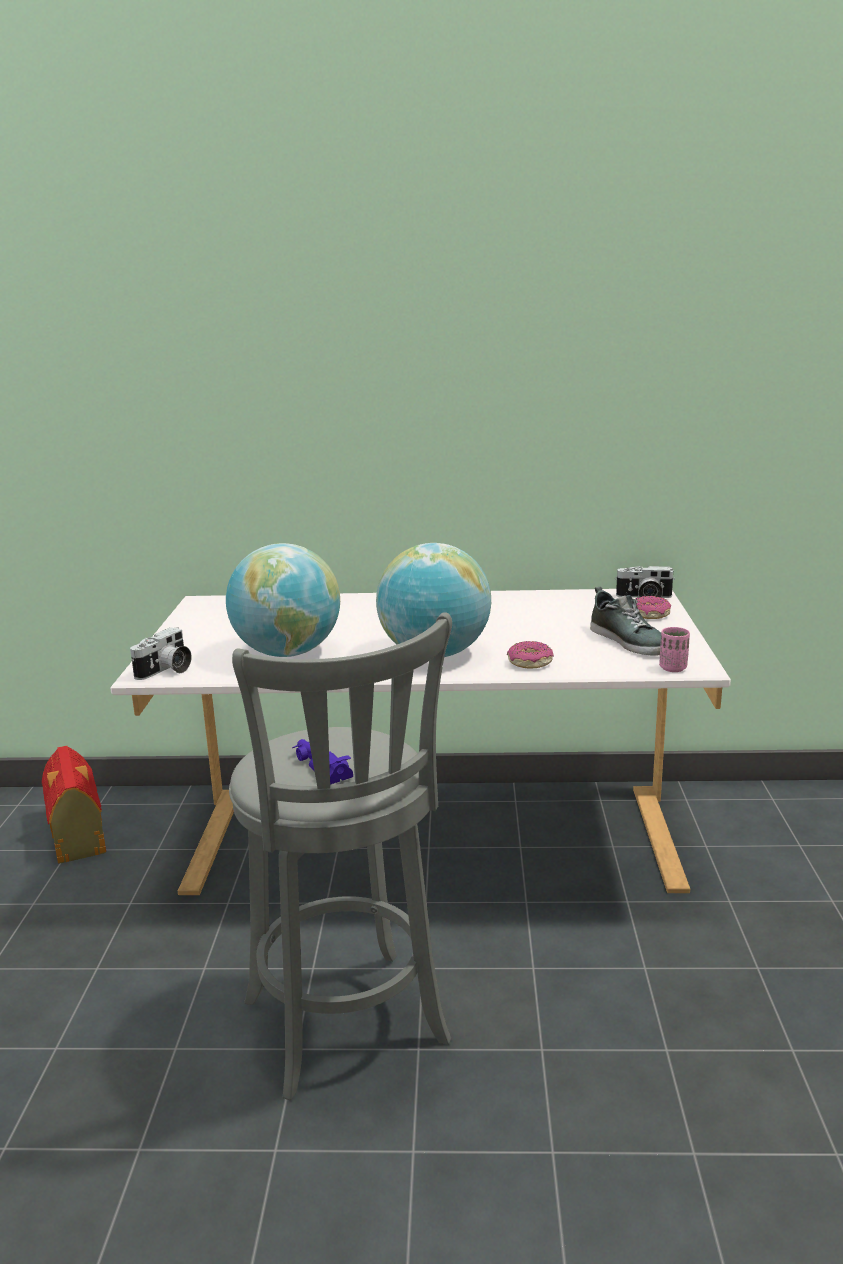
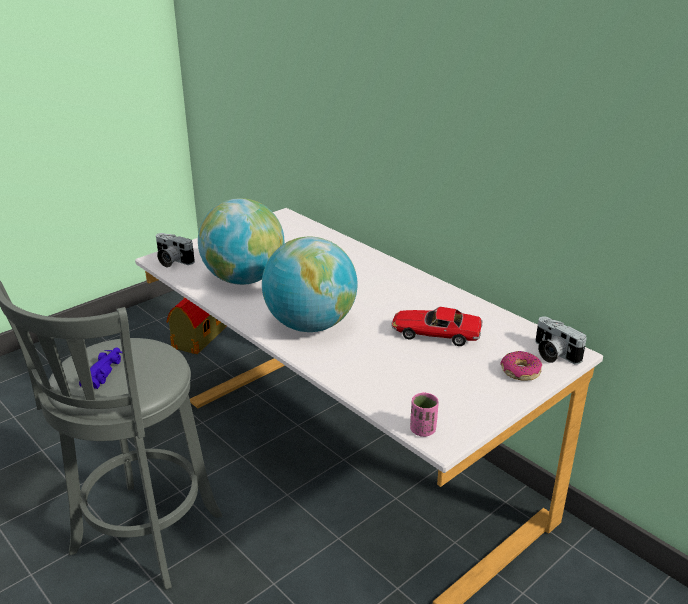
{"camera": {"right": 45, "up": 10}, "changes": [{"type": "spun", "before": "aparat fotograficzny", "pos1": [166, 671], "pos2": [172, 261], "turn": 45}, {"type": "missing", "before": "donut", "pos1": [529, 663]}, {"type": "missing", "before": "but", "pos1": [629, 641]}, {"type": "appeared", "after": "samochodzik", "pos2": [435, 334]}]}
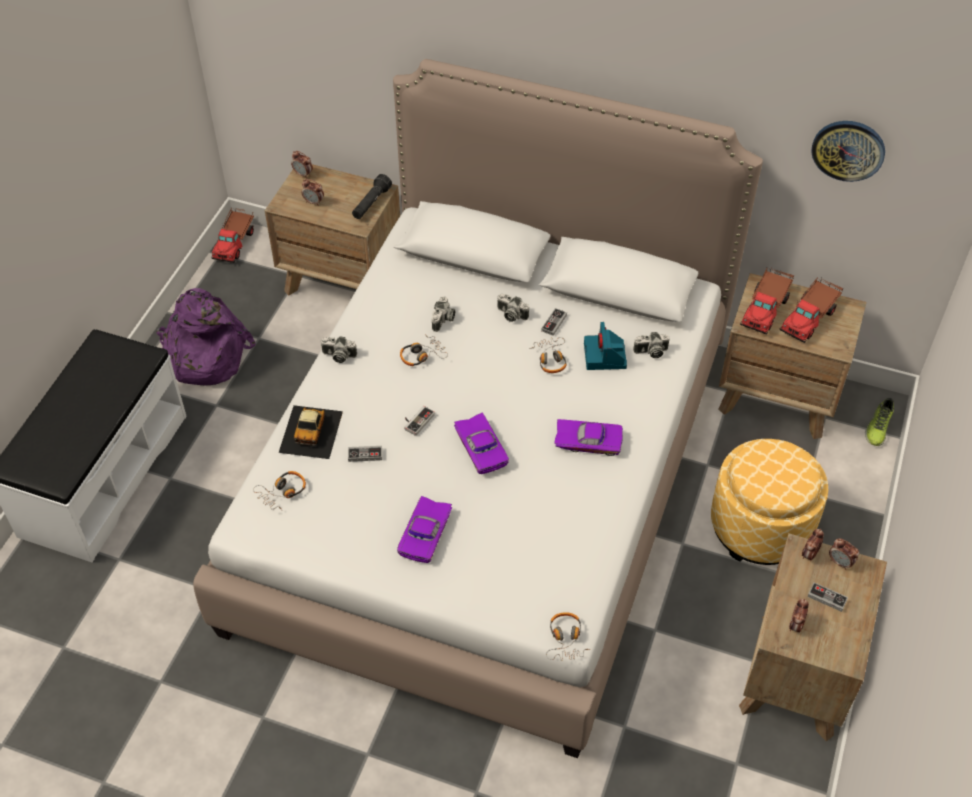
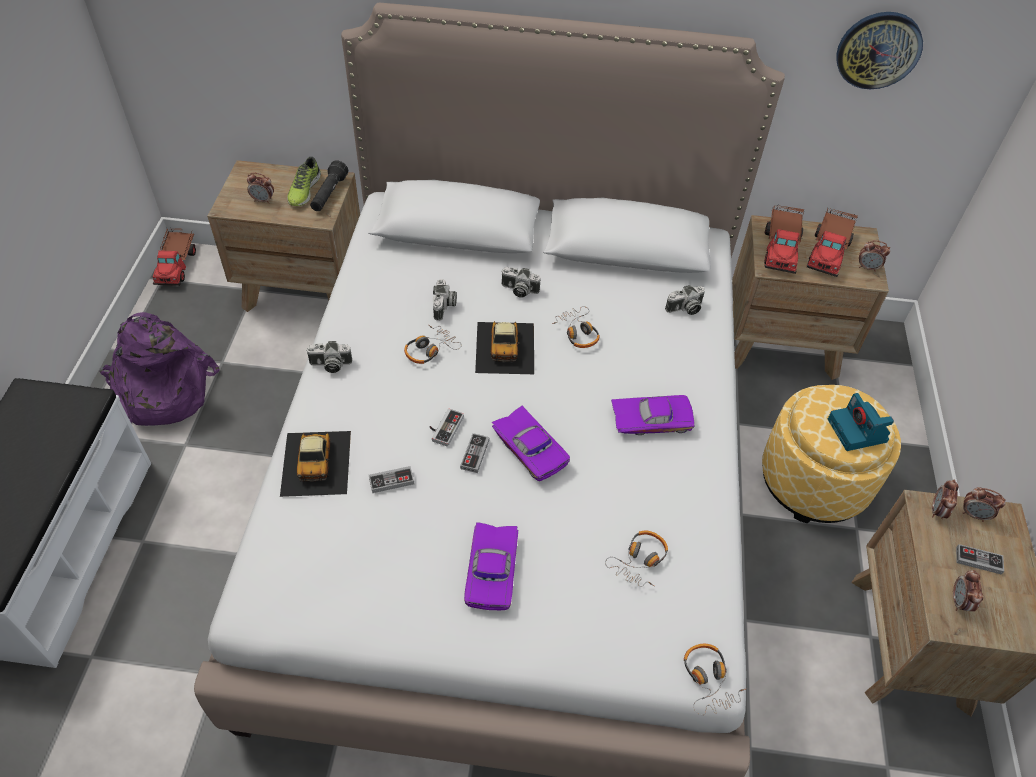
{"camera": {"right": -15, "up": 0}, "changes": [{"type": "relocated", "before": "słuchawki", "pos1": [282, 493], "pos2": [639, 561]}, {"type": "relocated", "before": "budzik", "pos1": [303, 174], "pos2": [867, 267]}, {"type": "relocated", "before": "pad do gier", "pos1": [554, 323], "pos2": [475, 454]}, {"type": "relocated", "before": "aparat fotograficzny", "pos1": [605, 356], "pos2": [858, 431]}, {"type": "relocated", "before": "but", "pos1": [878, 427], "pos2": [304, 190]}, {"type": "appeared", "after": "samochodzik", "pos2": [505, 347]}]}
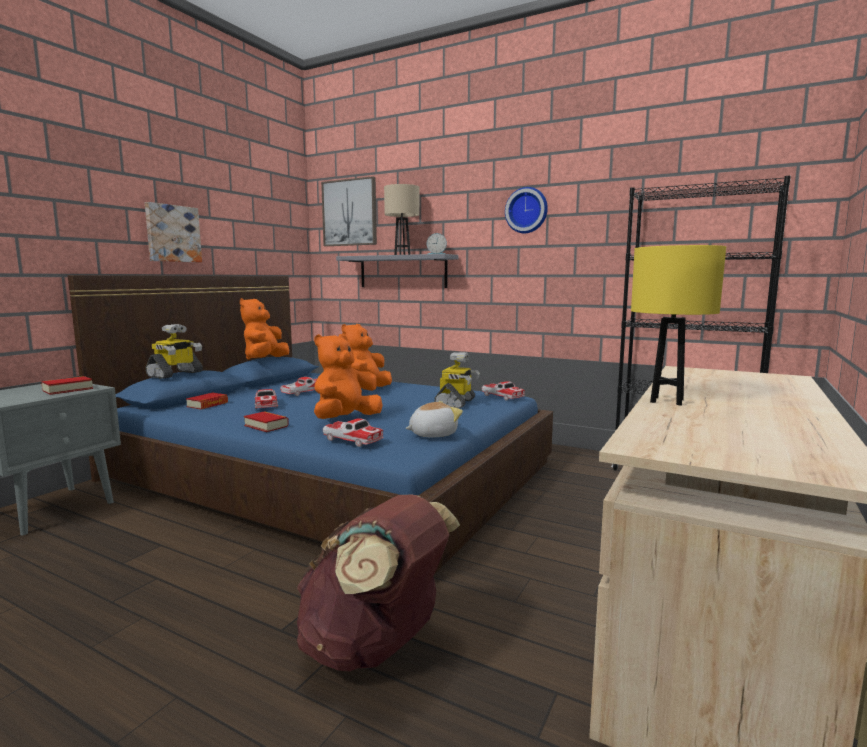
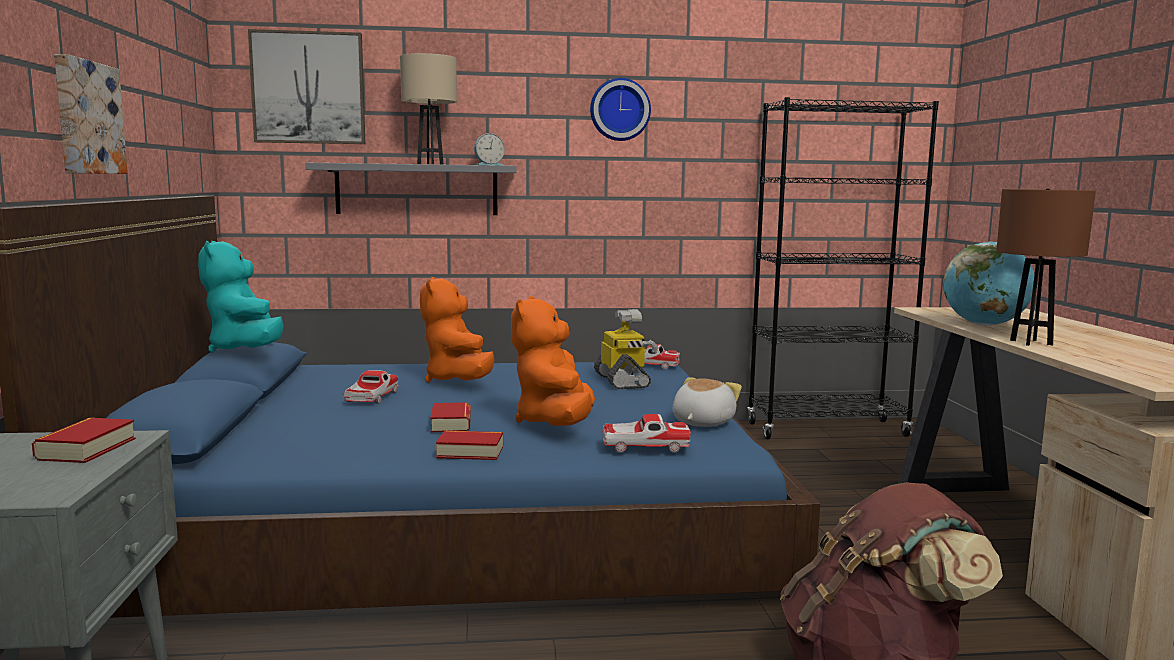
{"camera": {"right": -35, "up": 0}, "changes": [{"type": "missing", "before": "robot zabawkowy", "pos1": [175, 374]}, {"type": "relocated", "before": "książka", "pos1": [207, 405], "pos2": [451, 424]}, {"type": "colour", "before": "pluszak (pomarańczowy)", "after": "pluszak (turkusowy)", "pos1": [265, 360], "pos2": [246, 350]}, {"type": "missing", "before": "samochodzik", "pos1": [266, 405]}, {"type": "colour", "before": "lampa stołowa (żółty)", "after": "lampa stołowa (brązowy)", "pos1": [667, 401], "pos2": [1031, 342]}, {"type": "appeared", "after": "globus", "pos2": [985, 325]}]}
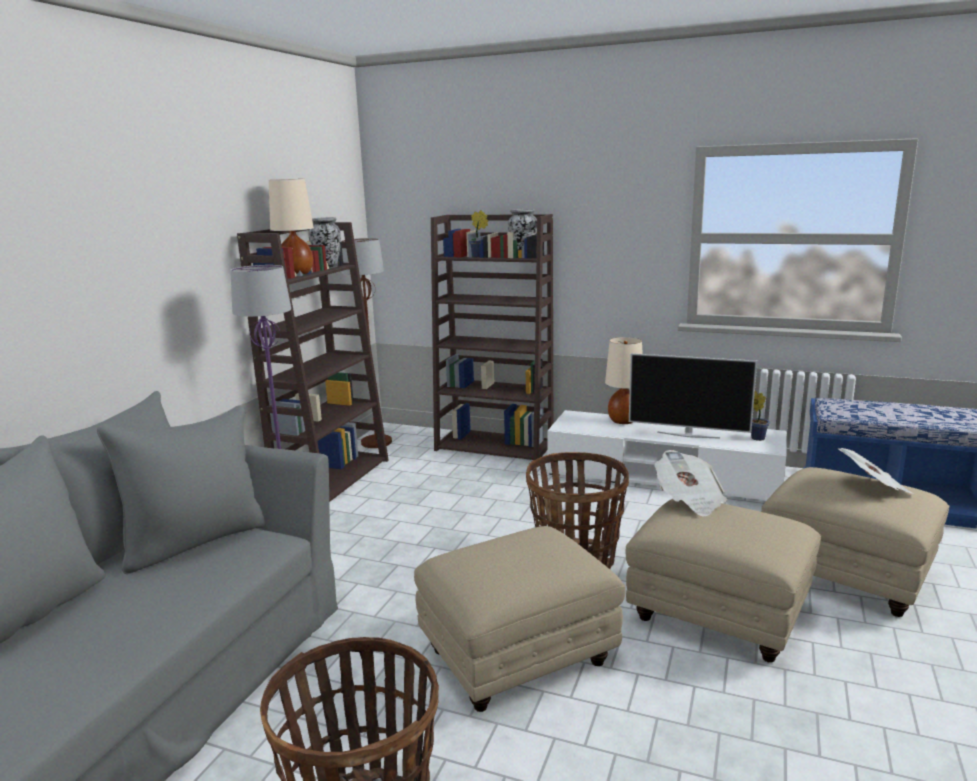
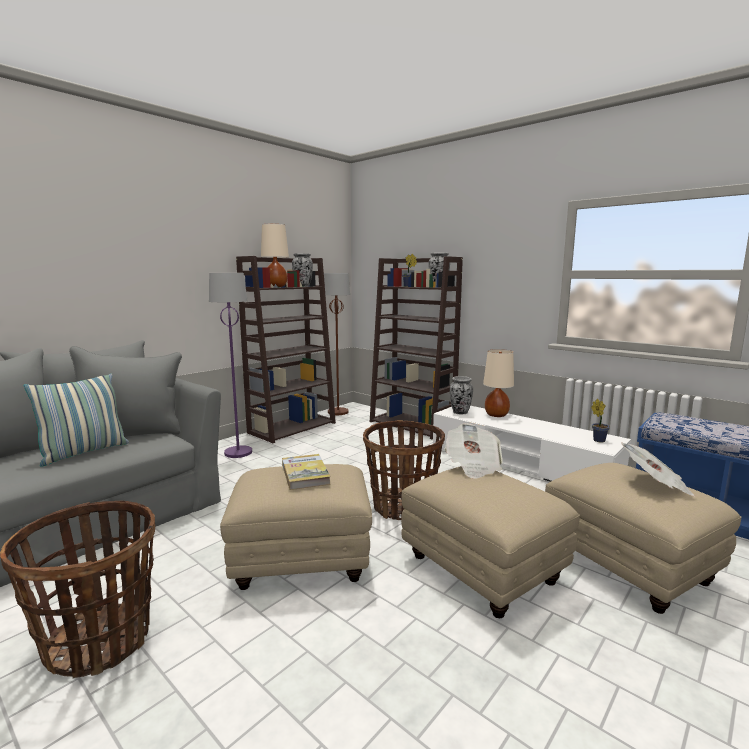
{"camera": {"right": 20, "up": -5}, "changes": [{"type": "missing", "before": "telewizor", "pos1": [688, 435]}, {"type": "appeared", "after": "poduszka", "pos2": [84, 452]}, {"type": "appeared", "after": "książka", "pos2": [305, 474]}, {"type": "appeared", "after": "wazon", "pos2": [460, 412]}]}
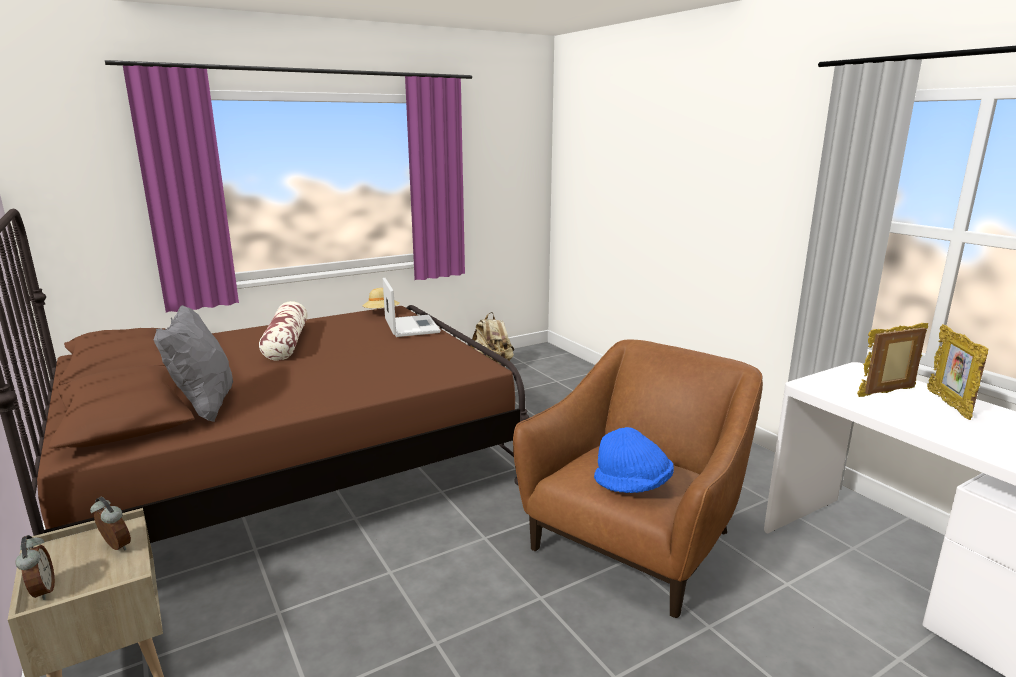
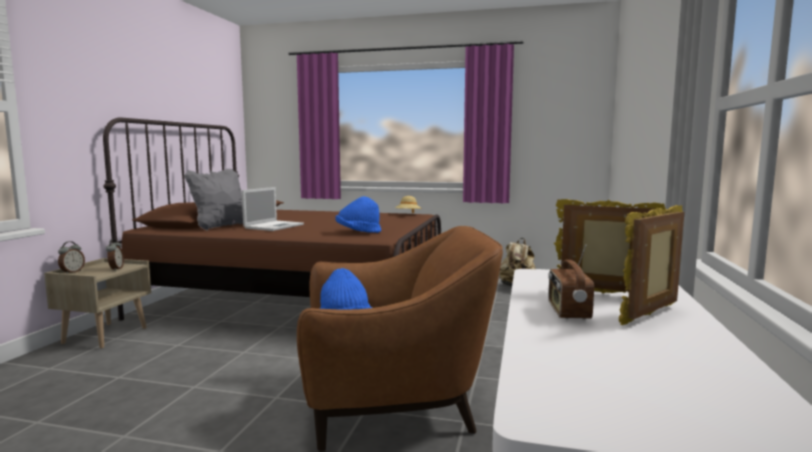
{"camera": {"right": 45, "up": -10}, "changes": [{"type": "missing", "before": "poduszka", "pos1": [286, 343]}, {"type": "relocated", "before": "laptop", "pos1": [411, 326], "pos2": [274, 226]}, {"type": "appeared", "after": "kapelusz (niebieski)", "pos2": [358, 232]}, {"type": "appeared", "after": "radio", "pos2": [567, 312]}]}
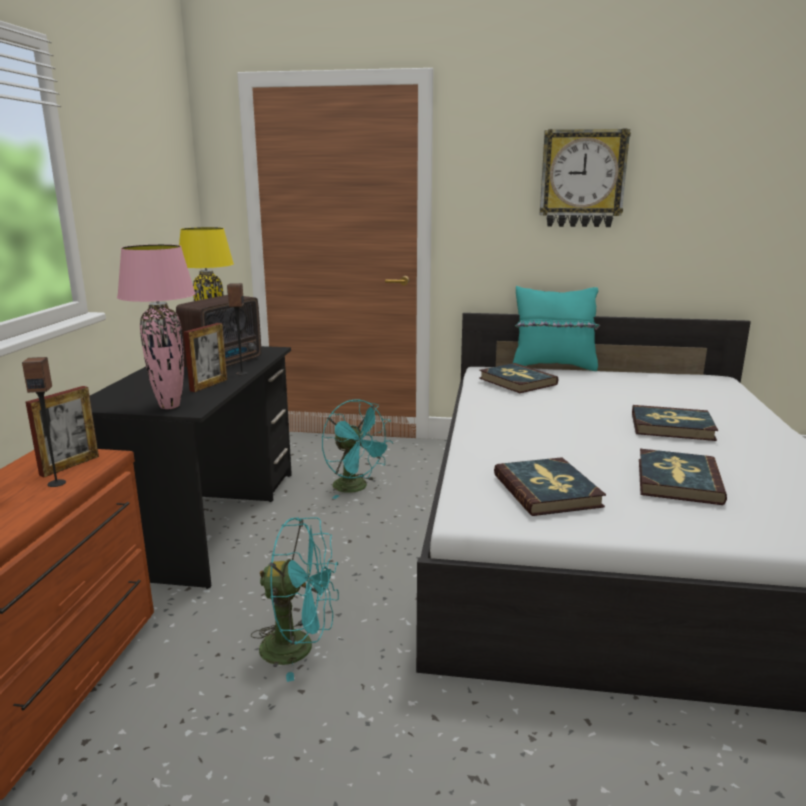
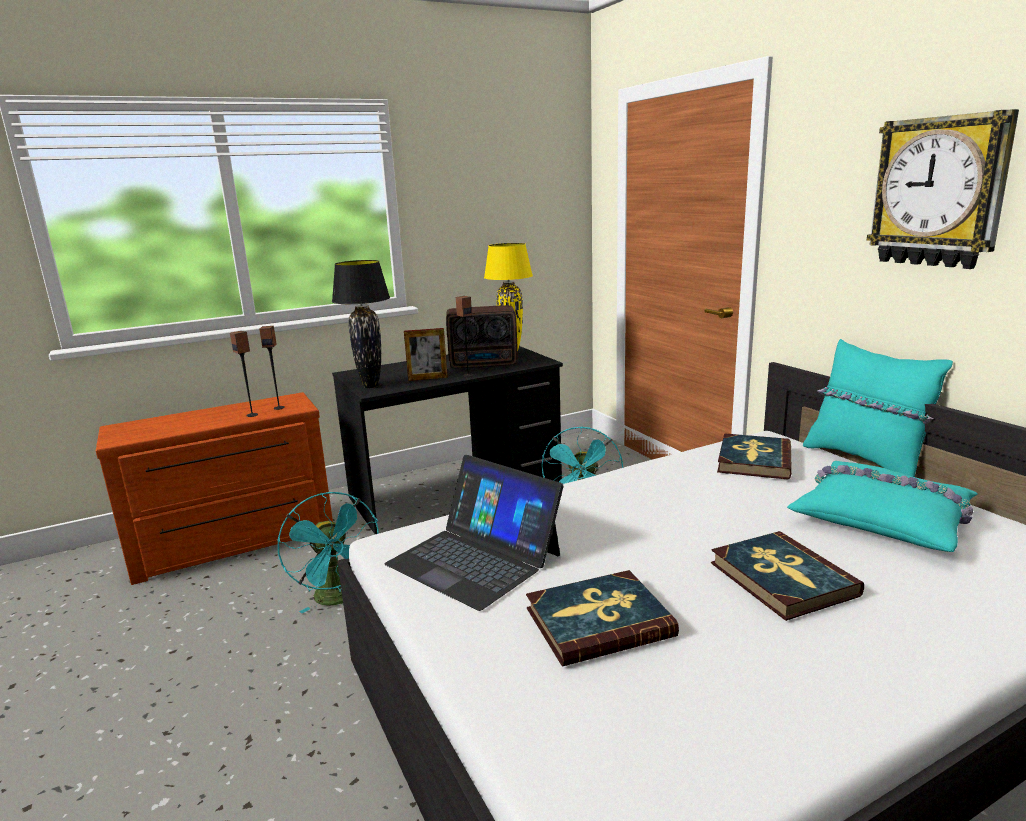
{"camera": {"right": 55, "up": 0}, "changes": [{"type": "exchanged", "before": "ramka na zdjęcie", "after": "głośnik", "pos1": [70, 465], "pos2": [279, 407]}, {"type": "colour", "before": "lampa stołowa (różowy)", "after": "lampa stołowa (czarny)", "pos1": [169, 406], "pos2": [371, 386]}, {"type": "exchanged", "before": "książka", "after": "laptop", "pos1": [547, 490], "pos2": [475, 559]}, {"type": "appeared", "after": "poduszka (turkusowy)", "pos2": [883, 518]}]}
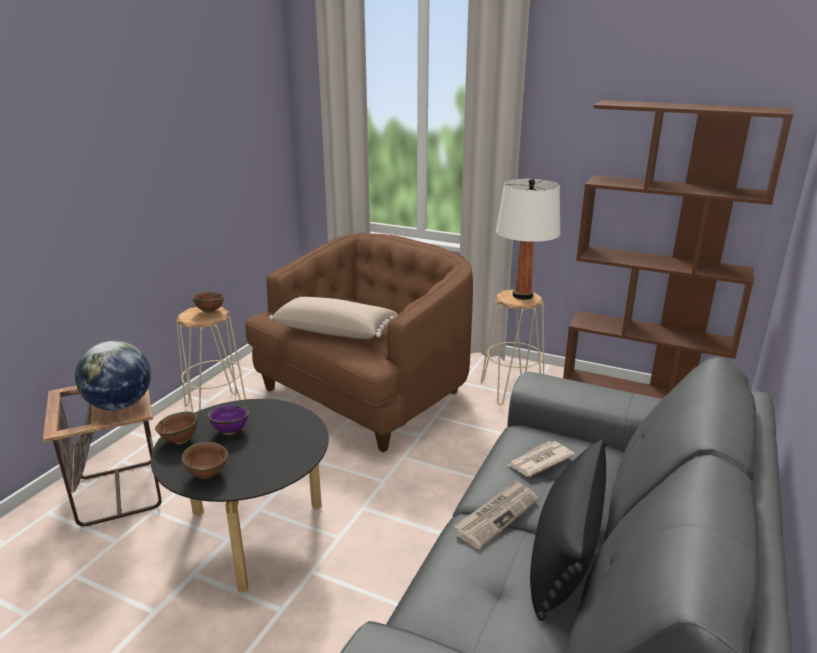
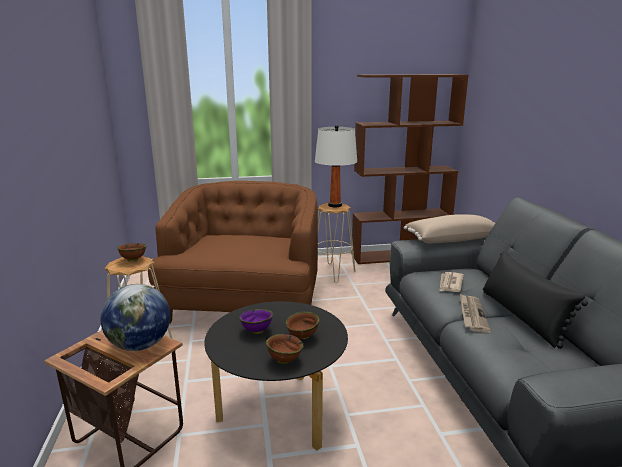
{"camera": {"right": -35, "up": -5}, "changes": [{"type": "relocated", "before": "miska (brązowy)", "pos1": [180, 441], "pos2": [303, 337]}, {"type": "relocated", "before": "poduszka (beżowy)", "pos1": [335, 330], "pos2": [451, 239]}]}
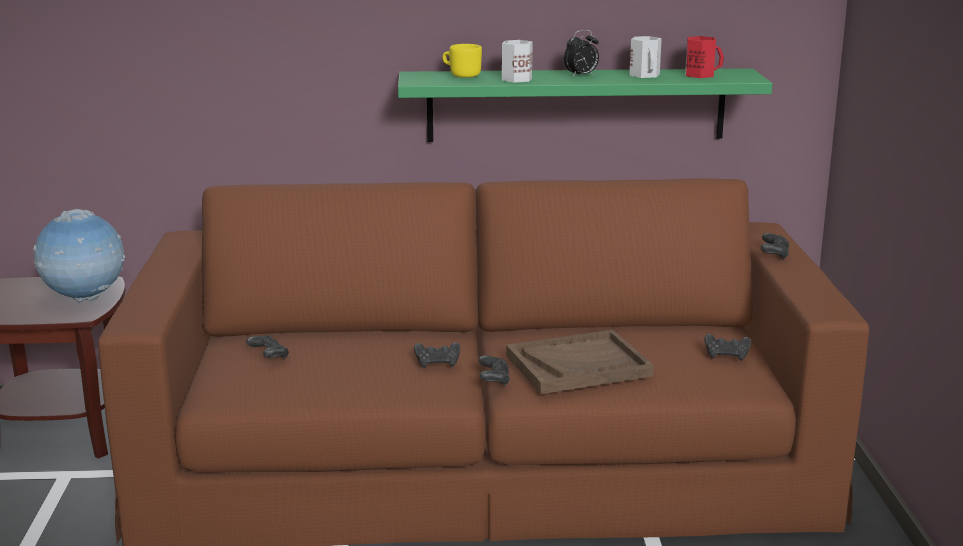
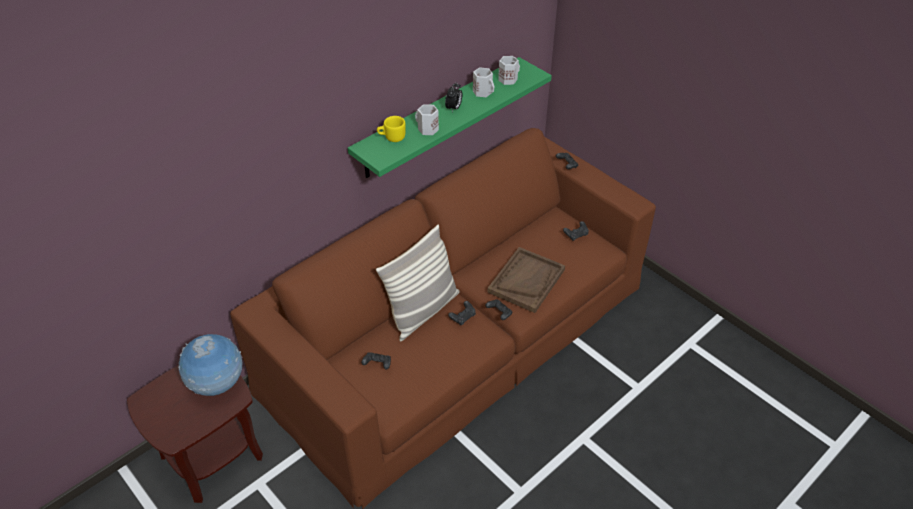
{"camera": {"right": -40, "up": 25}, "changes": [{"type": "colour", "before": "kubek (czerwony)", "after": "kubek (biały)", "pos1": [700, 75], "pos2": [508, 79]}, {"type": "appeared", "after": "poduszka", "pos2": [422, 311]}]}
